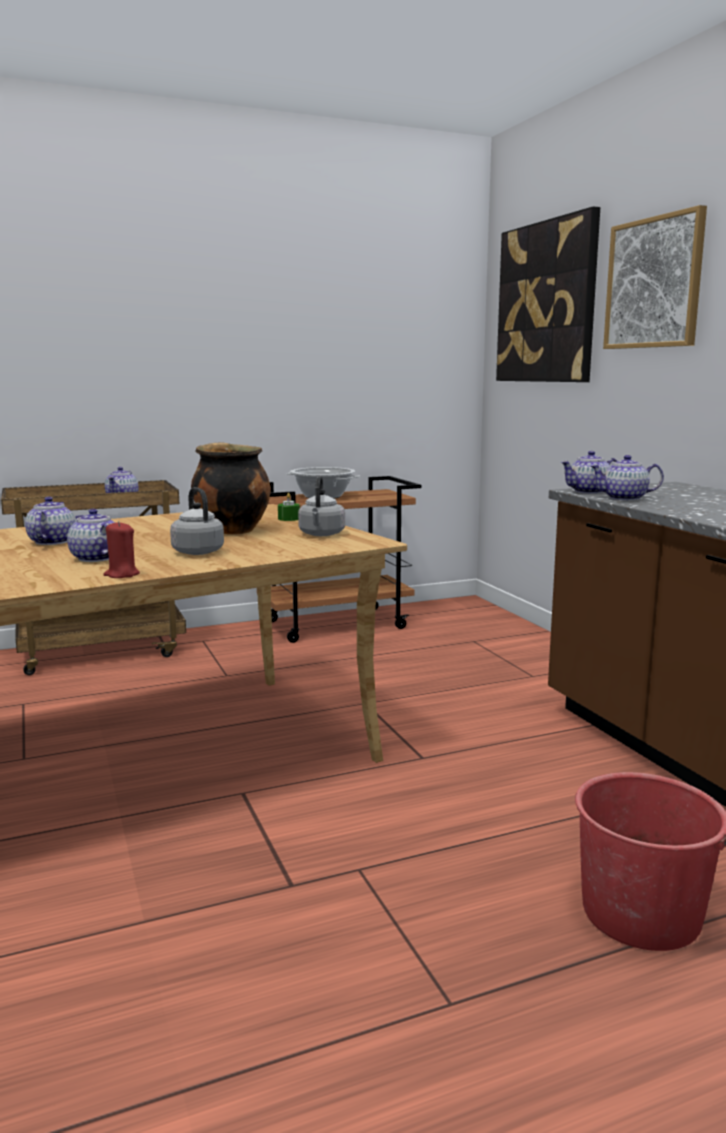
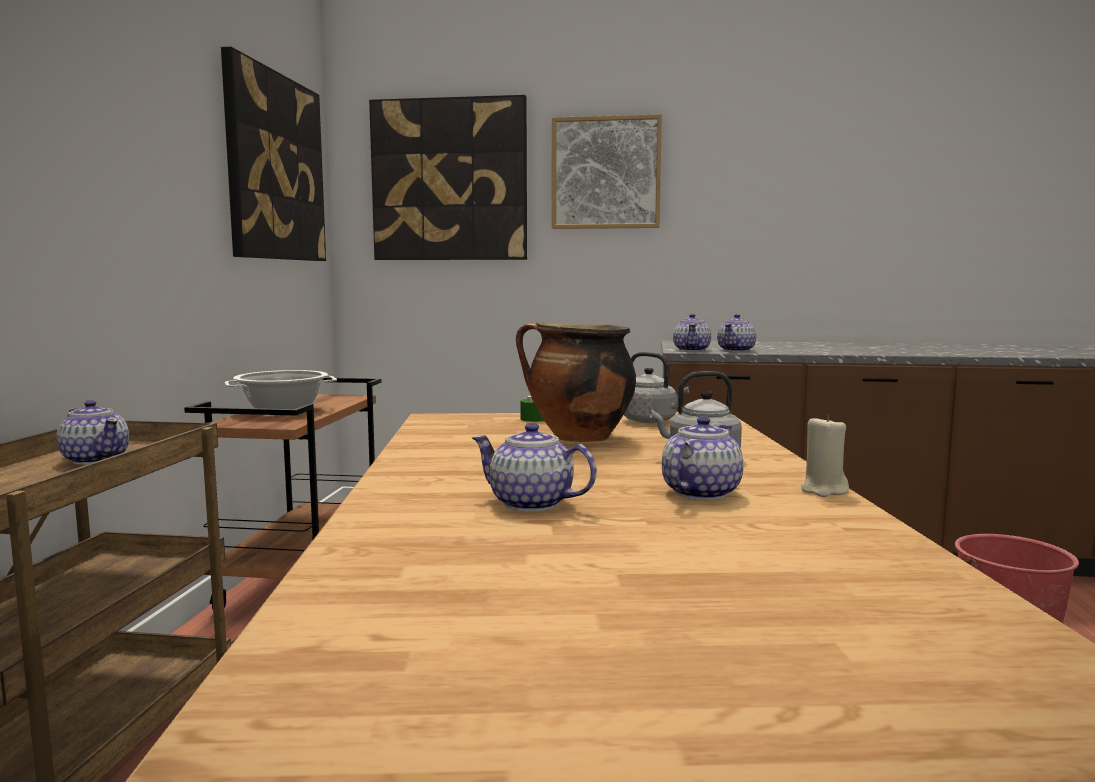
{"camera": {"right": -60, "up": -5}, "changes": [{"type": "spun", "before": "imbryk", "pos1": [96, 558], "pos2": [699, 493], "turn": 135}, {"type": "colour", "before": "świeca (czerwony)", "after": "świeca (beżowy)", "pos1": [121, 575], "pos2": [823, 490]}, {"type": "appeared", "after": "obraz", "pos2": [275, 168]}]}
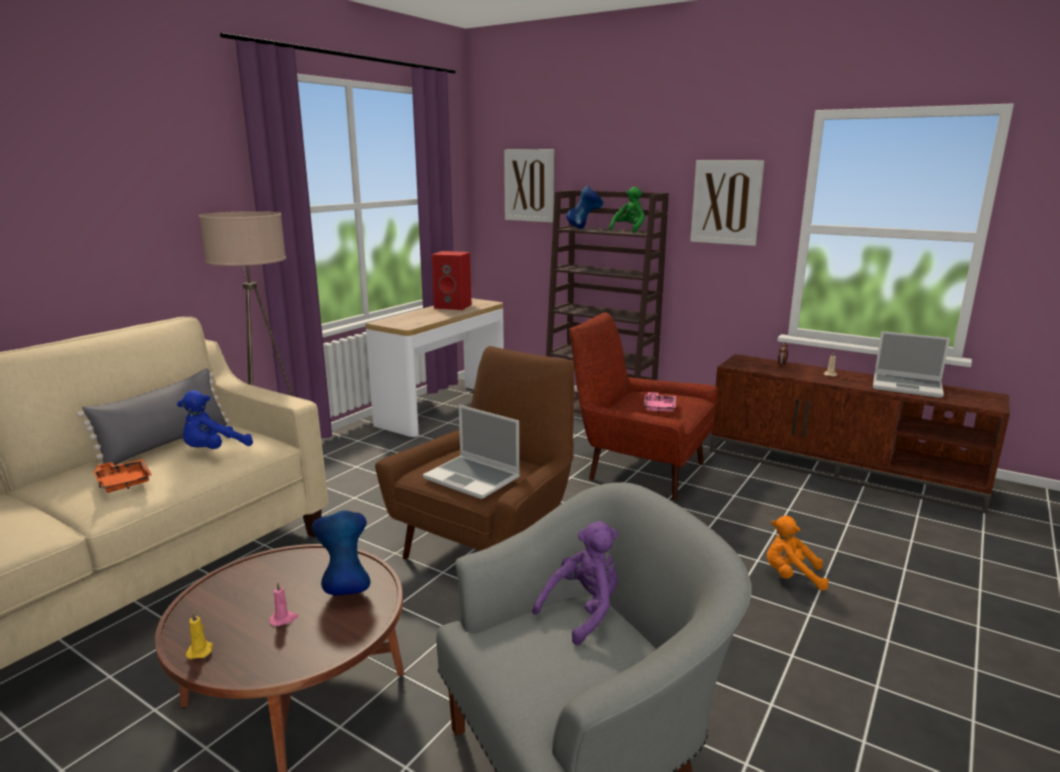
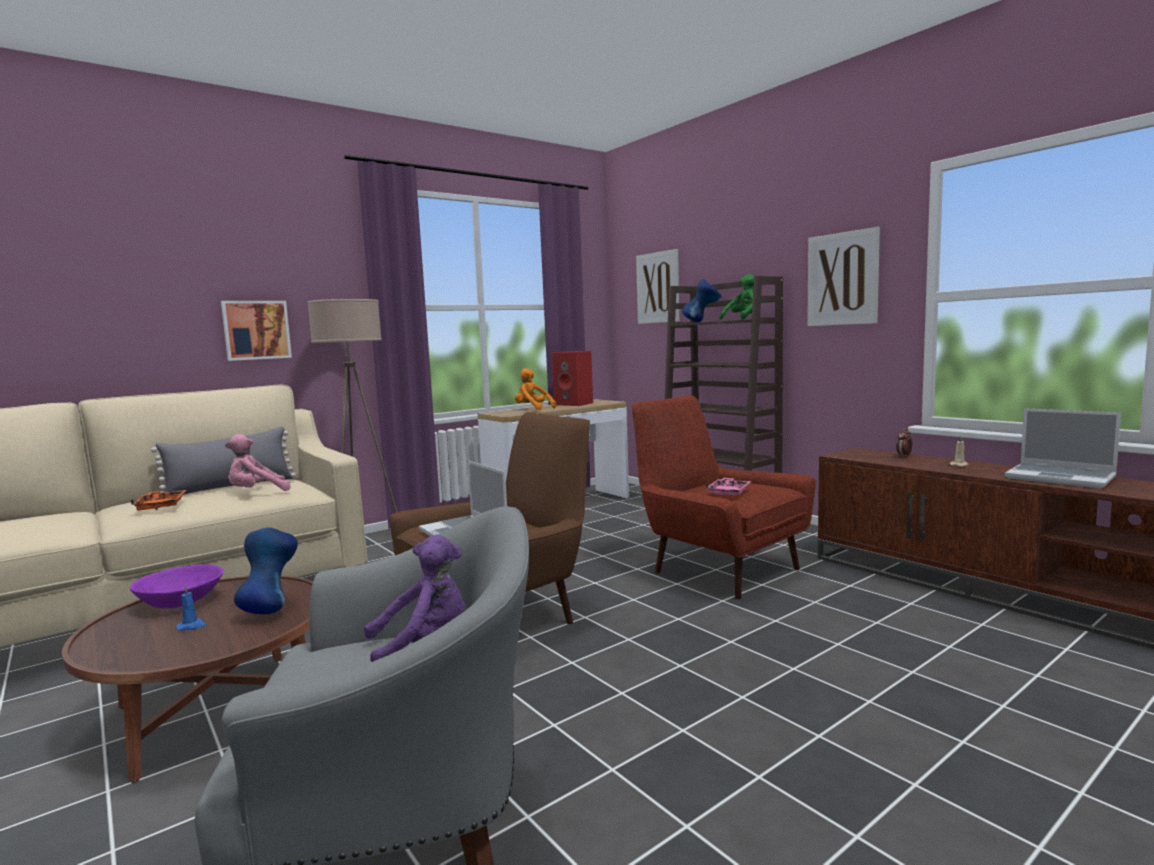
{"camera": {"right": 20, "up": -10}, "changes": [{"type": "colour", "before": "pluszak (niebieski)", "after": "pluszak (różowy)", "pos1": [214, 451], "pos2": [257, 493]}, {"type": "missing", "before": "świeca (żółty)", "pos1": [200, 650]}, {"type": "colour", "before": "świeca (różowy)", "after": "świeca (niebieski)", "pos1": [284, 619], "pos2": [192, 626]}, {"type": "relocated", "before": "pluszak (pomarańczowy)", "pos1": [791, 576], "pos2": [532, 409]}, {"type": "appeared", "after": "miska (fioletowy)", "pos2": [181, 602]}, {"type": "appeared", "after": "obraz", "pos2": [256, 330]}]}
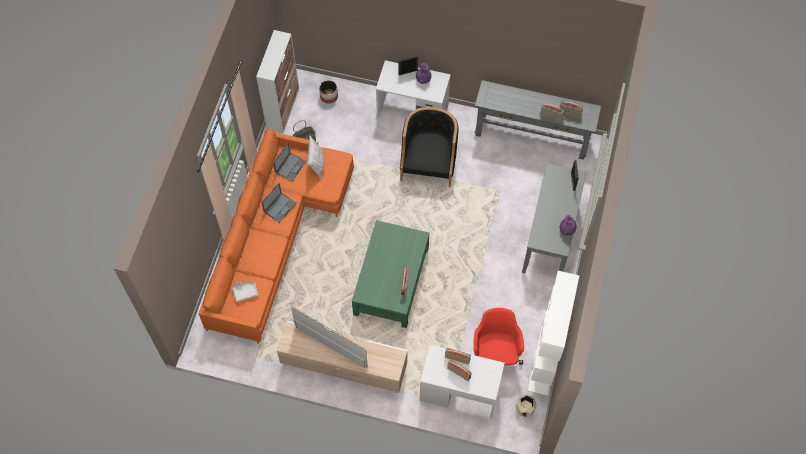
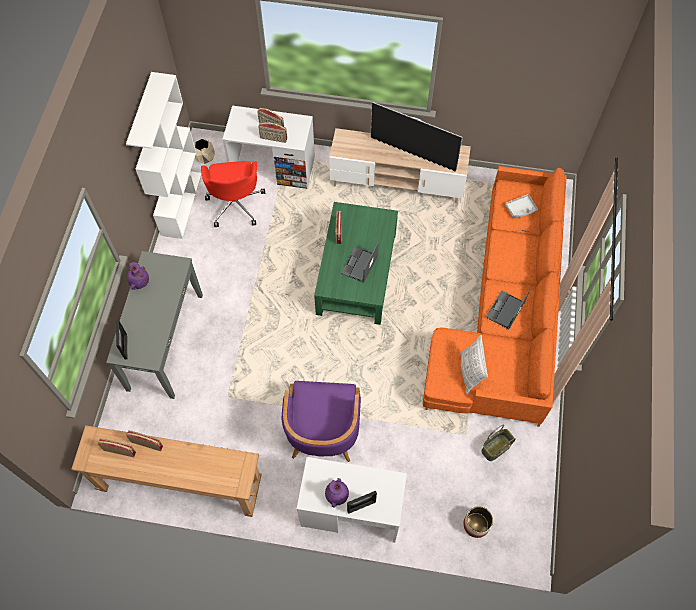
{"camera": {"right": 175, "up": 0}, "changes": [{"type": "missing", "before": "szafka", "pos1": [283, 108]}, {"type": "relocated", "before": "laptop", "pos1": [291, 166], "pos2": [359, 265]}, {"type": "colour", "before": "fotel (czarny)", "after": "fotel (fioletowy)", "pos1": [429, 162], "pos2": [323, 430]}, {"type": "colour", "before": "stolik konsolowy (szary)", "after": "stolik konsolowy (brązowy)", "pos1": [532, 136], "pos2": [180, 483]}]}
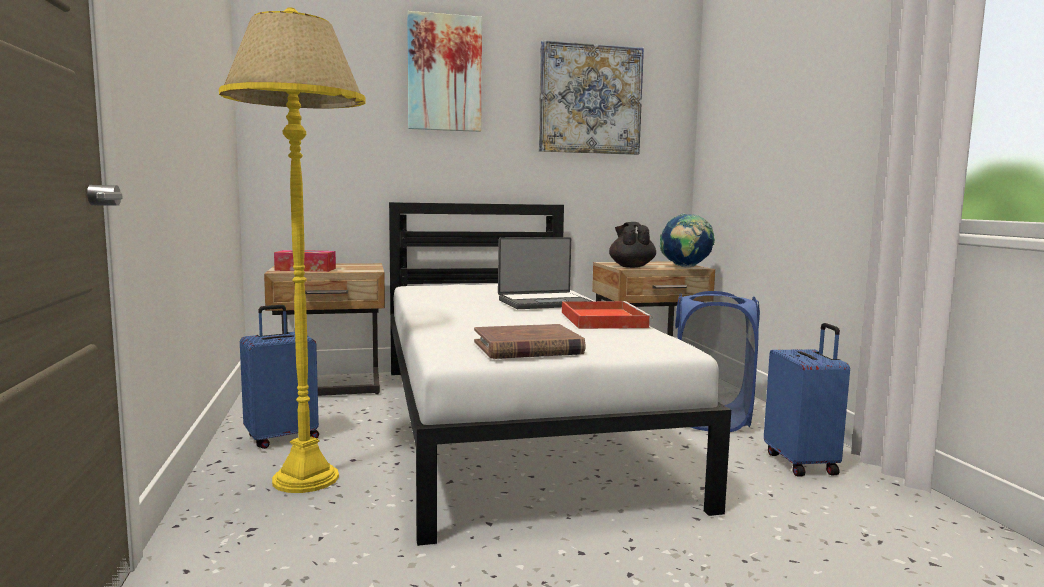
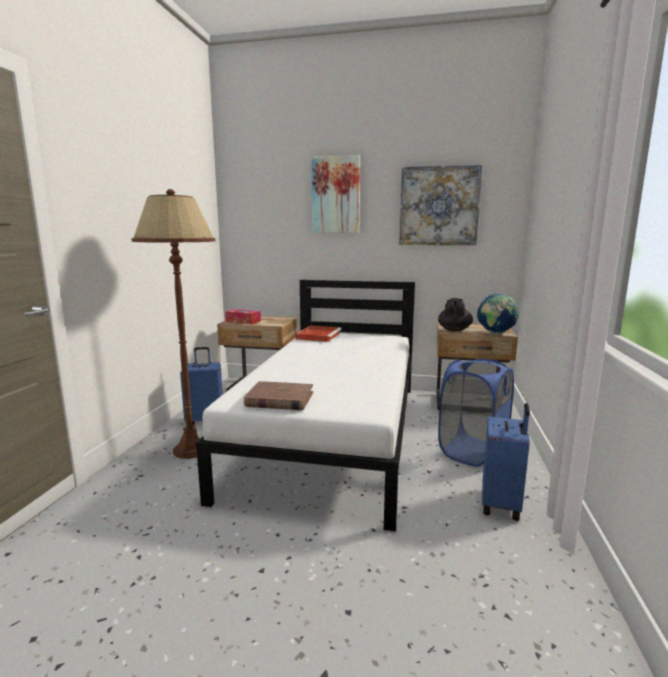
{"camera": {"right": 25, "up": 5}, "changes": [{"type": "colour", "before": "lampa stojąca (żółty)", "after": "lampa stojąca (brązowy)", "pos1": [306, 479], "pos2": [192, 450]}, {"type": "missing", "before": "laptop", "pos1": [543, 303]}, {"type": "relocated", "before": "taca (czerwony)", "pos1": [602, 319], "pos2": [318, 335]}]}
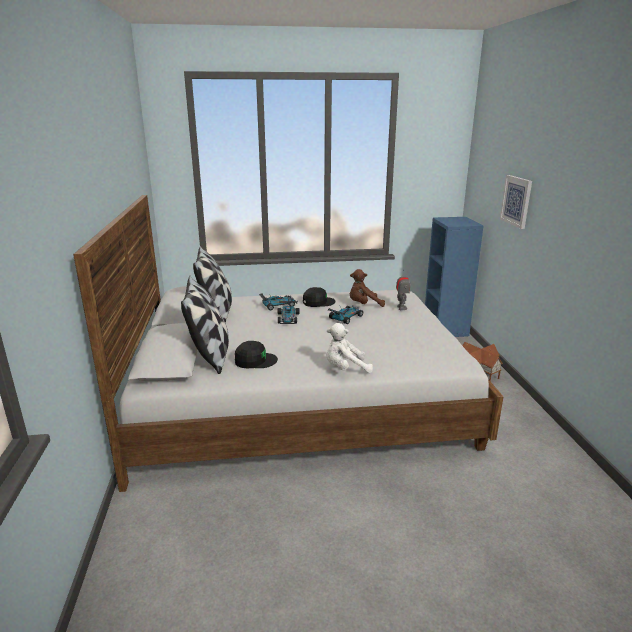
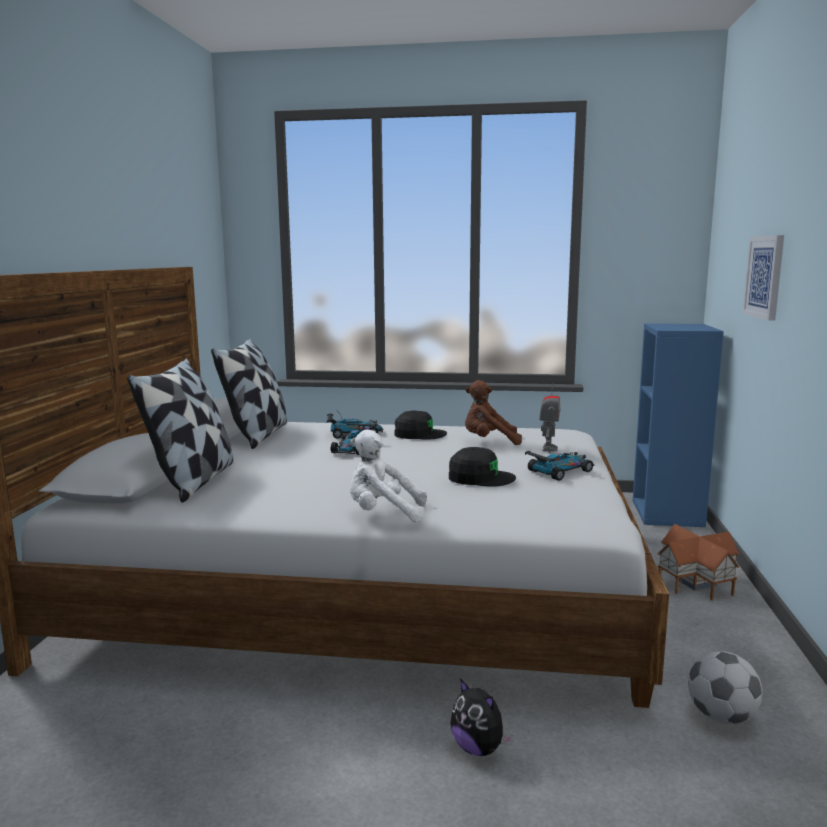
{"camera": {"right": 15, "up": -10}, "changes": [{"type": "relocated", "before": "czapka z daszkiem (czarny)", "pos1": [255, 360], "pos2": [480, 477]}, {"type": "relocated", "before": "samochodzik", "pos1": [346, 317], "pos2": [560, 472]}, {"type": "appeared", "after": "pluszak", "pos2": [478, 748]}, {"type": "appeared", "after": "piłka futbolowa", "pos2": [721, 717]}]}
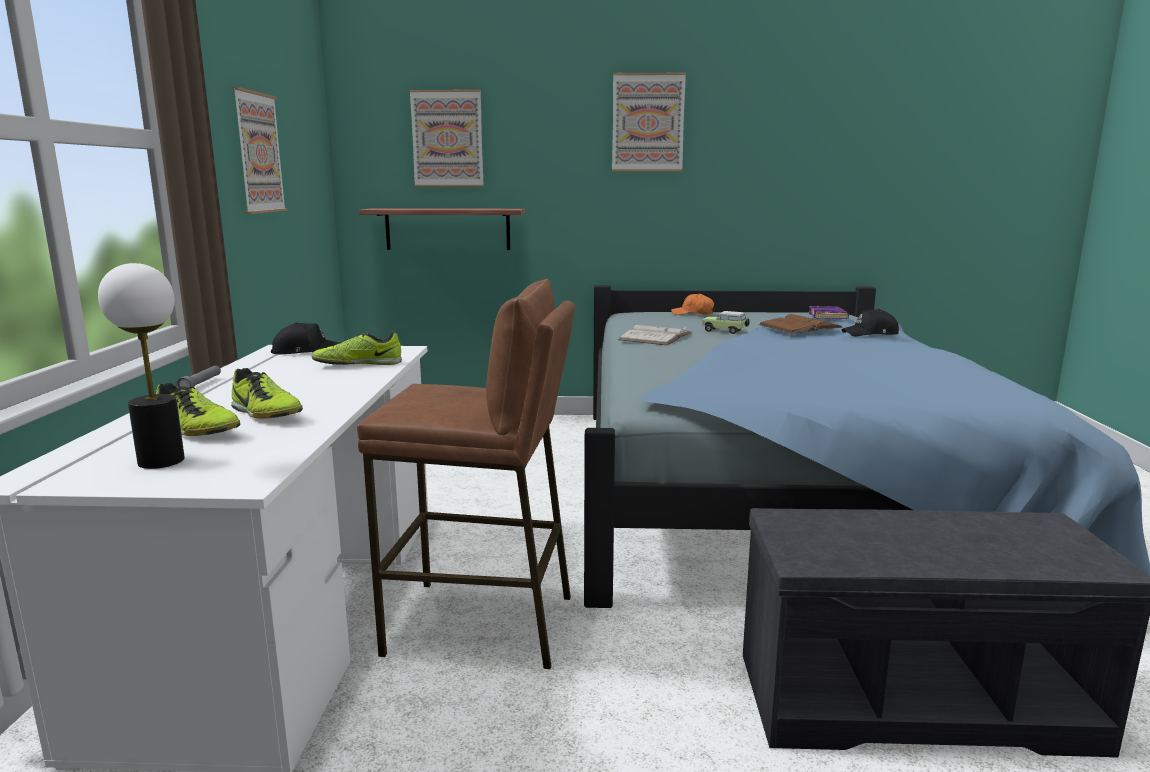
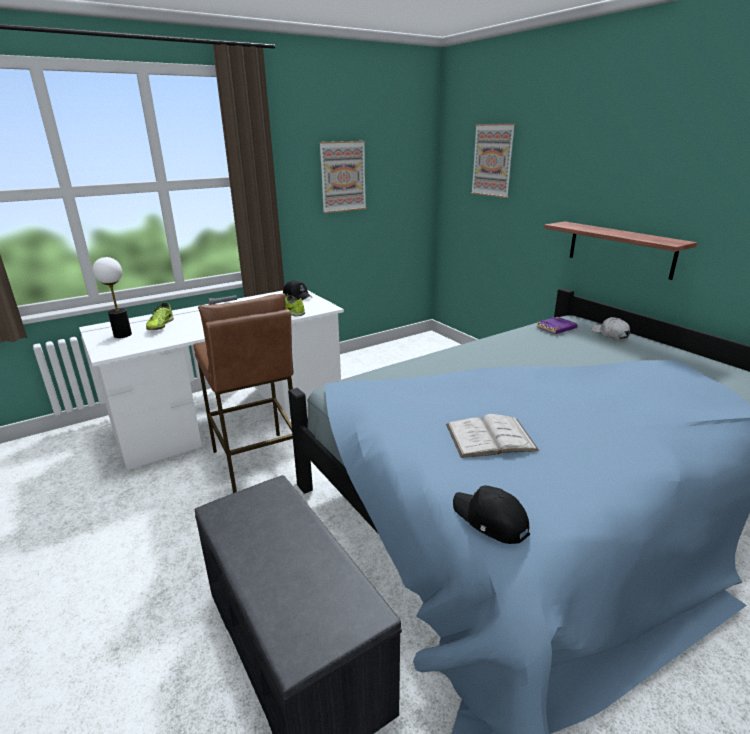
{"camera": {"right": 55, "up": 10}, "changes": [{"type": "missing", "before": "but", "pos1": [265, 414]}, {"type": "relocated", "before": "półka", "pos1": [447, 229], "pos2": [620, 249]}, {"type": "missing", "before": "obraz", "pos1": [648, 123]}, {"type": "relocated", "before": "książka (biały)", "pos1": [655, 336], "pos2": [490, 437]}, {"type": "colour", "before": "czapka z daszkiem (pomarańczowy)", "after": "czapka z daszkiem (biały)", "pos1": [693, 314], "pos2": [610, 334]}, {"type": "missing", "before": "samochodzik", "pos1": [725, 331]}, {"type": "missing", "before": "książka (brązowy)", "pos1": [800, 326]}, {"type": "relocated", "before": "książka (fioletowy)", "pos1": [828, 316], "pos2": [556, 328]}, {"type": "relocated", "before": "czapka z daszkiem (czarny)", "pos1": [871, 334], "pos2": [490, 520]}]}
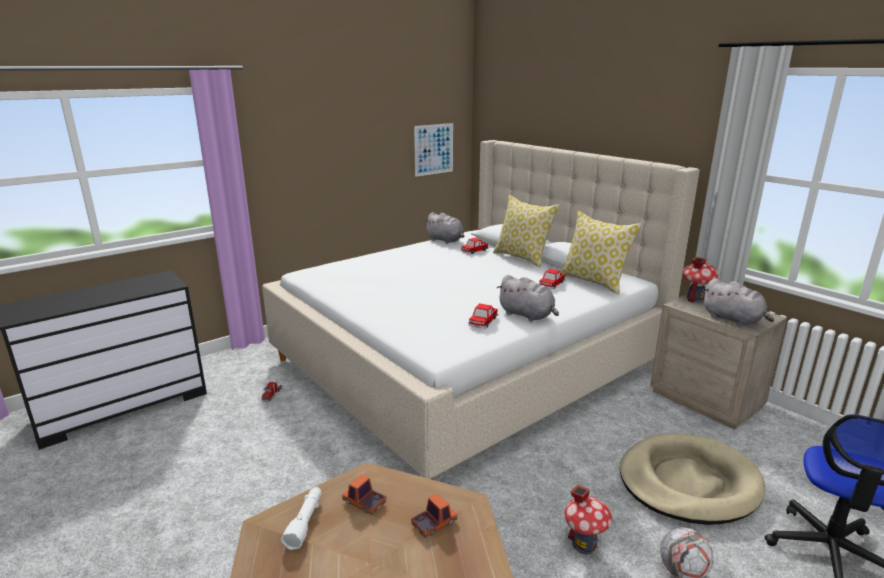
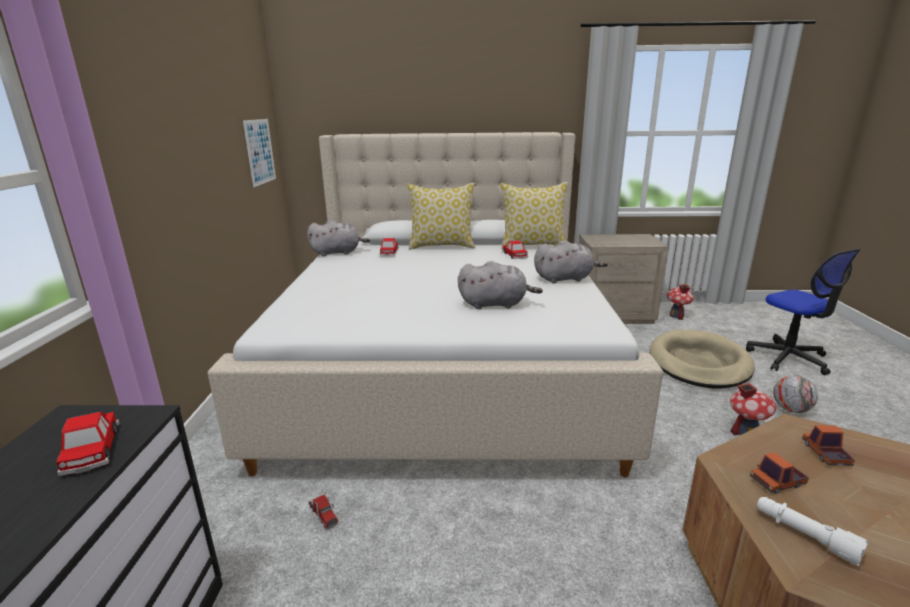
{"camera": {"right": -50, "up": 0}, "changes": [{"type": "relocated", "before": "samochodzik", "pos1": [483, 321], "pos2": [92, 450]}, {"type": "relocated", "before": "domek", "pos1": [695, 298], "pos2": [676, 315]}, {"type": "relocated", "before": "pluszak (szary)", "pos1": [734, 319], "pos2": [495, 304]}]}
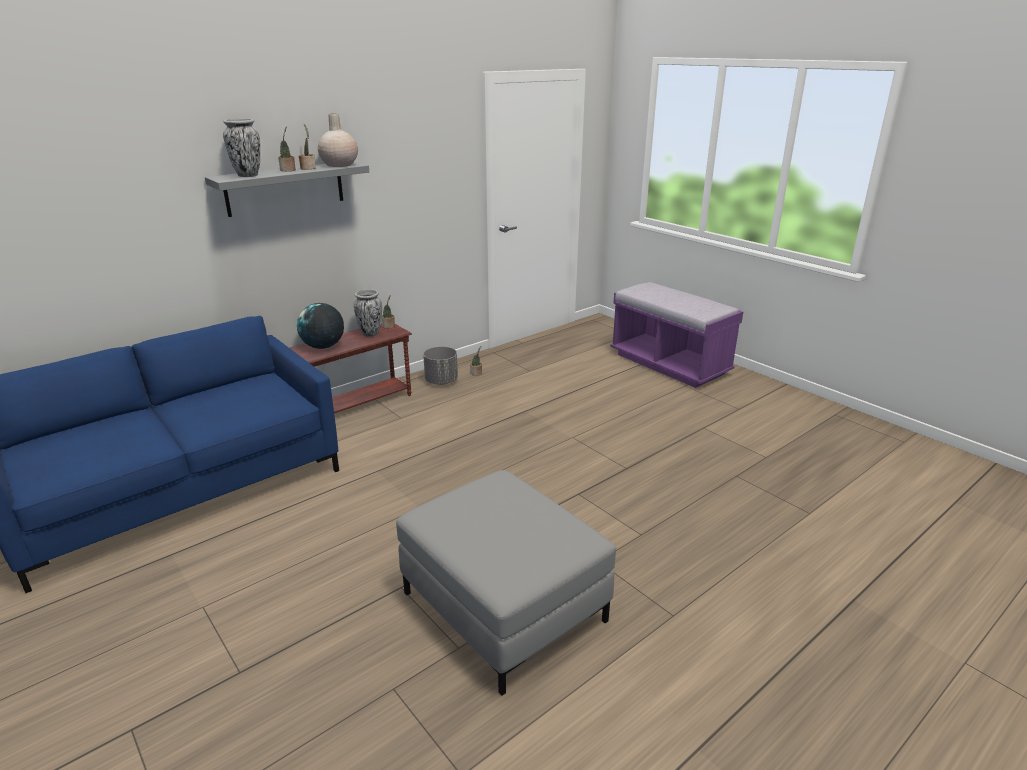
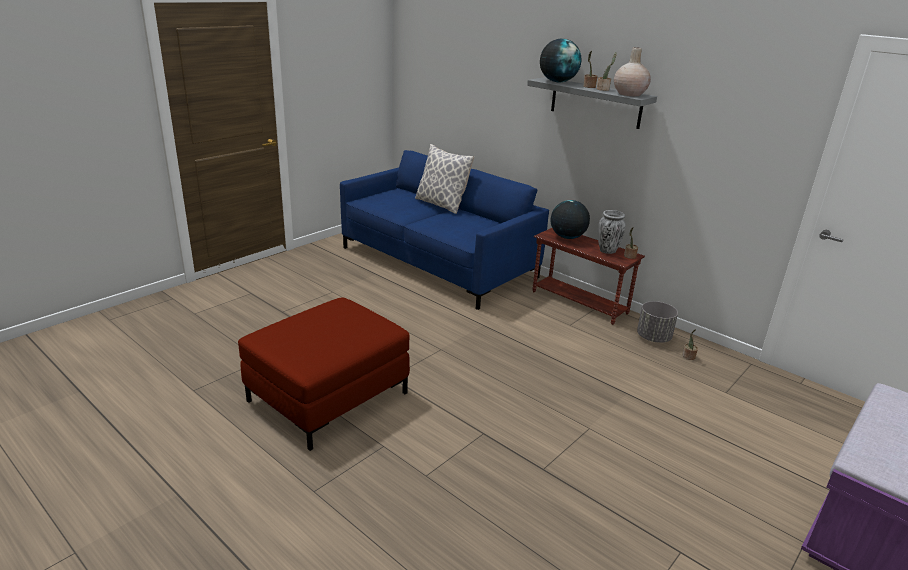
{"camera": {"right": 80, "up": 0}, "changes": [{"type": "exchanged", "before": "wazon", "after": "globus", "pos1": [247, 175], "pos2": [558, 82]}, {"type": "colour", "before": "pufa (szary)", "after": "pufa (czerwony)", "pos1": [505, 607], "pos2": [328, 397]}, {"type": "appeared", "after": "poduszka", "pos2": [441, 204]}]}
